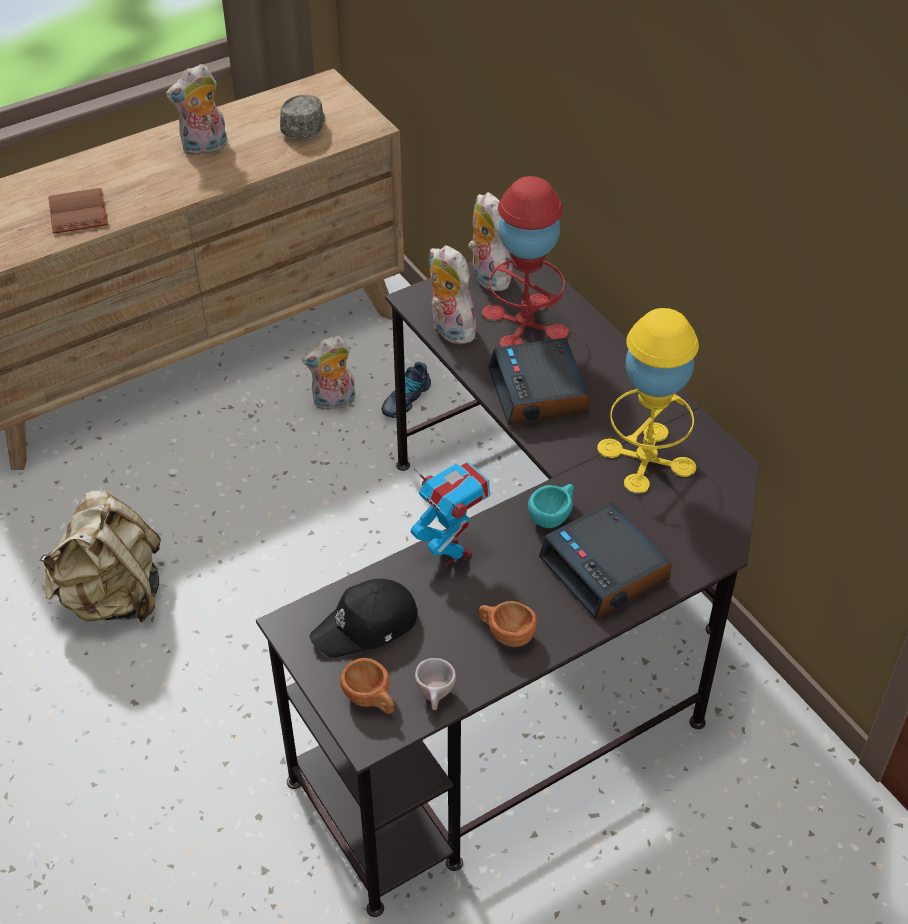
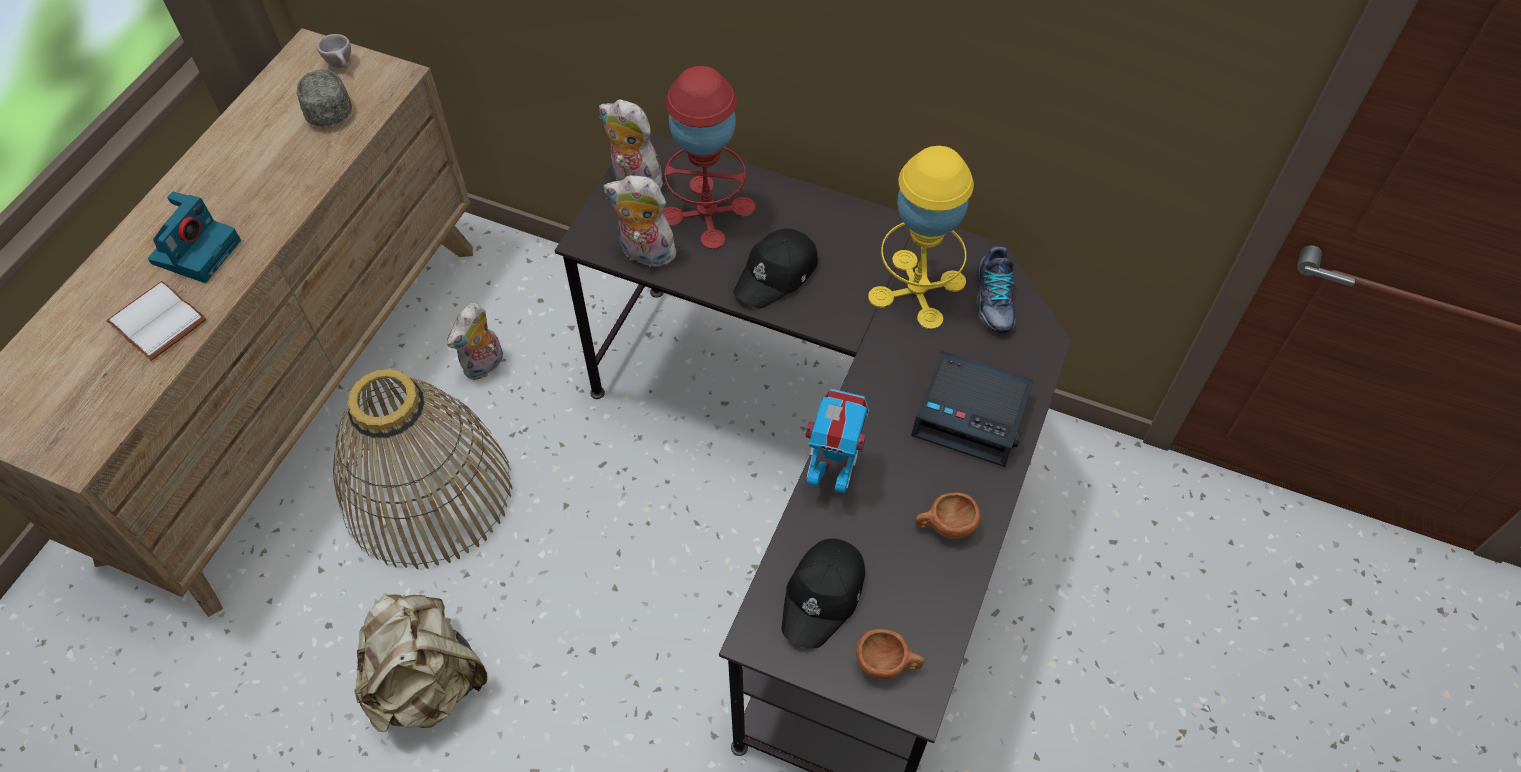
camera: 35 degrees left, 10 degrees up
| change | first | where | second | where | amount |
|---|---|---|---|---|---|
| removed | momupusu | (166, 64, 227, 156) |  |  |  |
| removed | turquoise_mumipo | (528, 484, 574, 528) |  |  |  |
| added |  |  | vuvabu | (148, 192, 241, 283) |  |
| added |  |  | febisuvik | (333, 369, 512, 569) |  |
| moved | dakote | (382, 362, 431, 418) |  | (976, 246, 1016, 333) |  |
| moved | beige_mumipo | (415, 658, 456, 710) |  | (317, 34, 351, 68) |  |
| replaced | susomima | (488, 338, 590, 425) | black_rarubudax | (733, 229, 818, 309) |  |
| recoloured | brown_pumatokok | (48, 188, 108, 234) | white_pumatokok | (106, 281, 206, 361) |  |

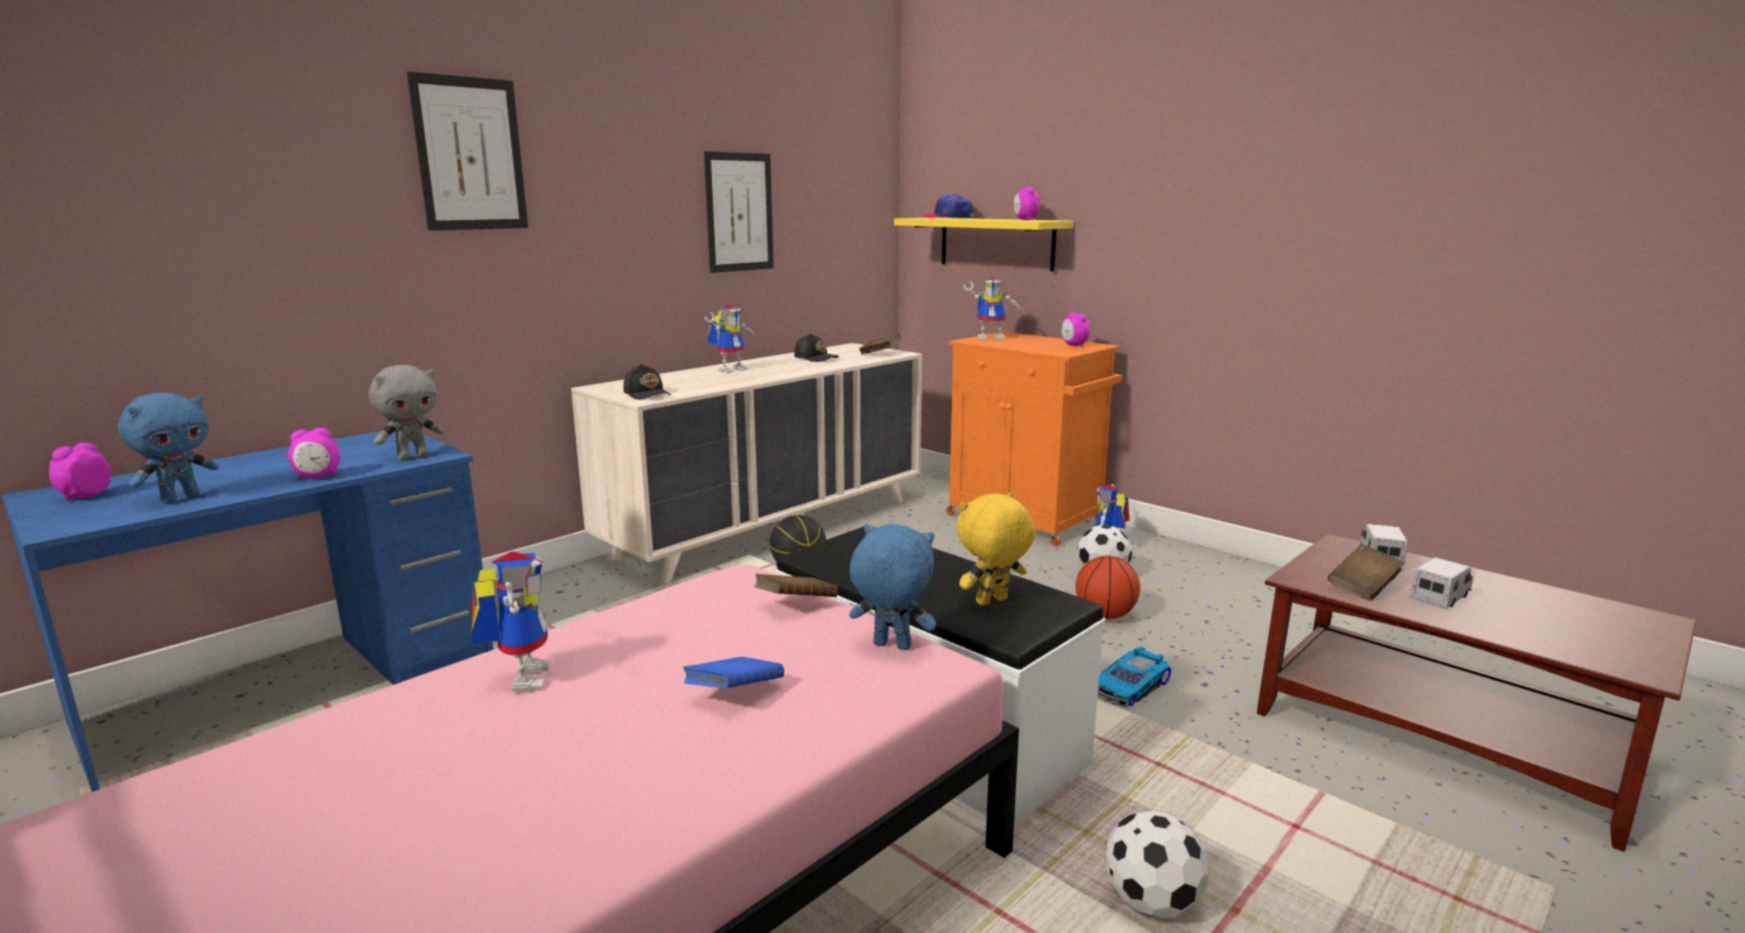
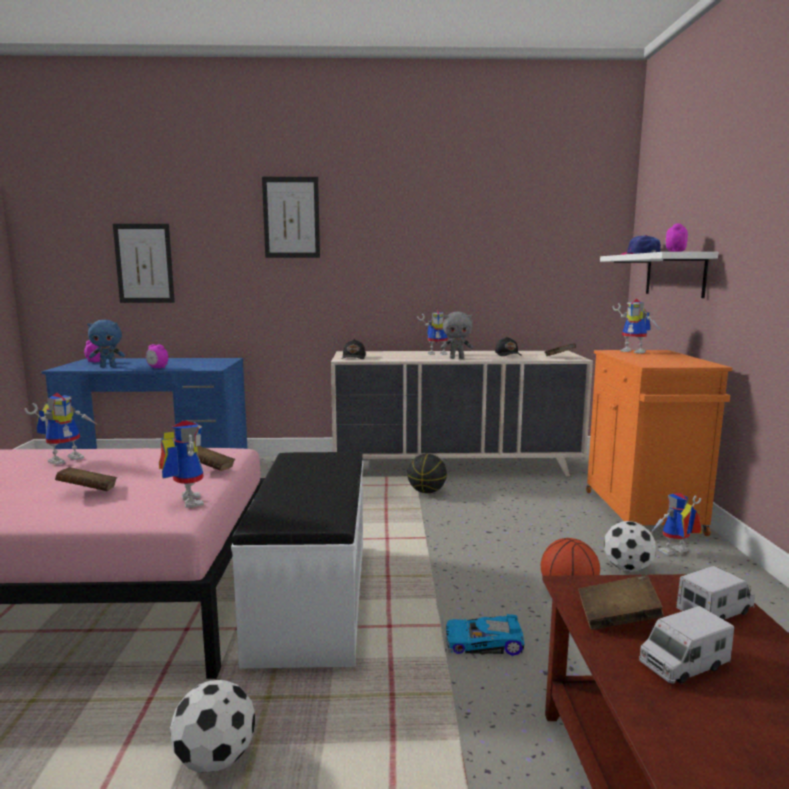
camera: 45 degrees right, 5 degrees down
| change | first | where | second | where | amount |
|---|---|---|---|---|---|
| removed | yellow_momupusu | (957, 493, 1036, 606) |  |  |  |
| removed | susomima | (1061, 312, 1090, 347) |  |  |  |
| moved | grey_momupusu | (369, 365, 445, 461) |  | (441, 312, 474, 359) |  |
| moved | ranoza | (704, 151, 774, 273) |  | (113, 224, 175, 303) |  |
| replaced | blue_momupusu | (849, 524, 936, 650) | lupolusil | (159, 420, 204, 508) |  |
| recoloured | blue_pumatokok | (683, 657, 784, 688) | brown_pumatokok | (55, 467, 117, 491) |  |
| recoloured | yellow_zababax | (894, 218, 1073, 272) | white_zababax | (600, 252, 719, 298) |  |
| turned | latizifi | (1410, 557, 1474, 609) |  | (639, 606, 734, 684) | 150 degrees clockwise |

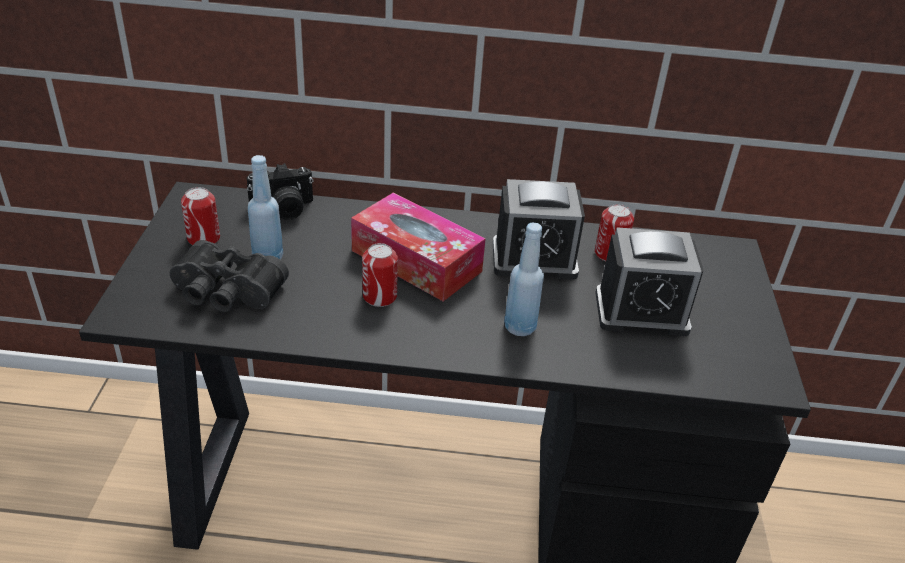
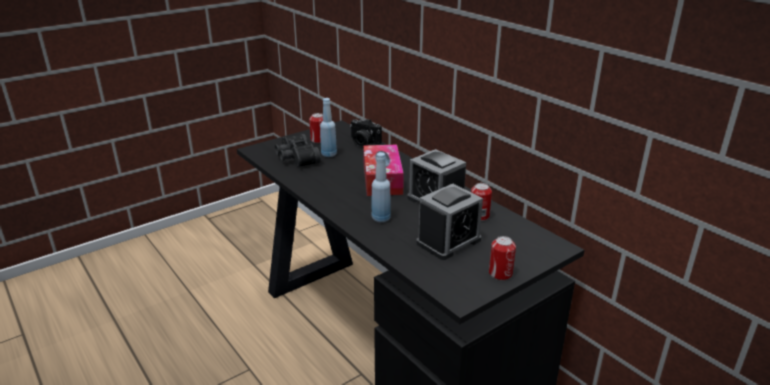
camera: 50 degrees right, 10 degrees down
| change | first | where | second | where | amount |
|---|---|---|---|---|---|
| moved | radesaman | (362, 243, 398, 307) |  | (489, 236, 516, 280) |  |
| turned | susomima | (595, 227, 704, 336) |  | (416, 184, 483, 260) | 90 degrees counterclockwise |

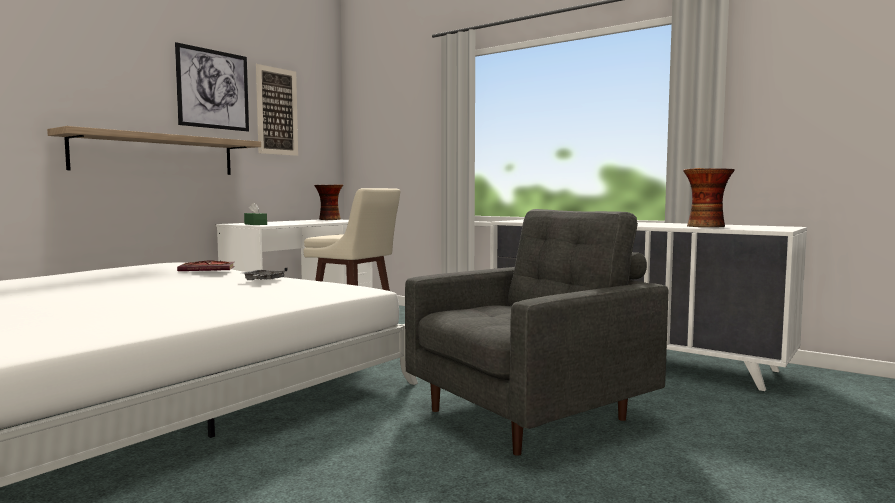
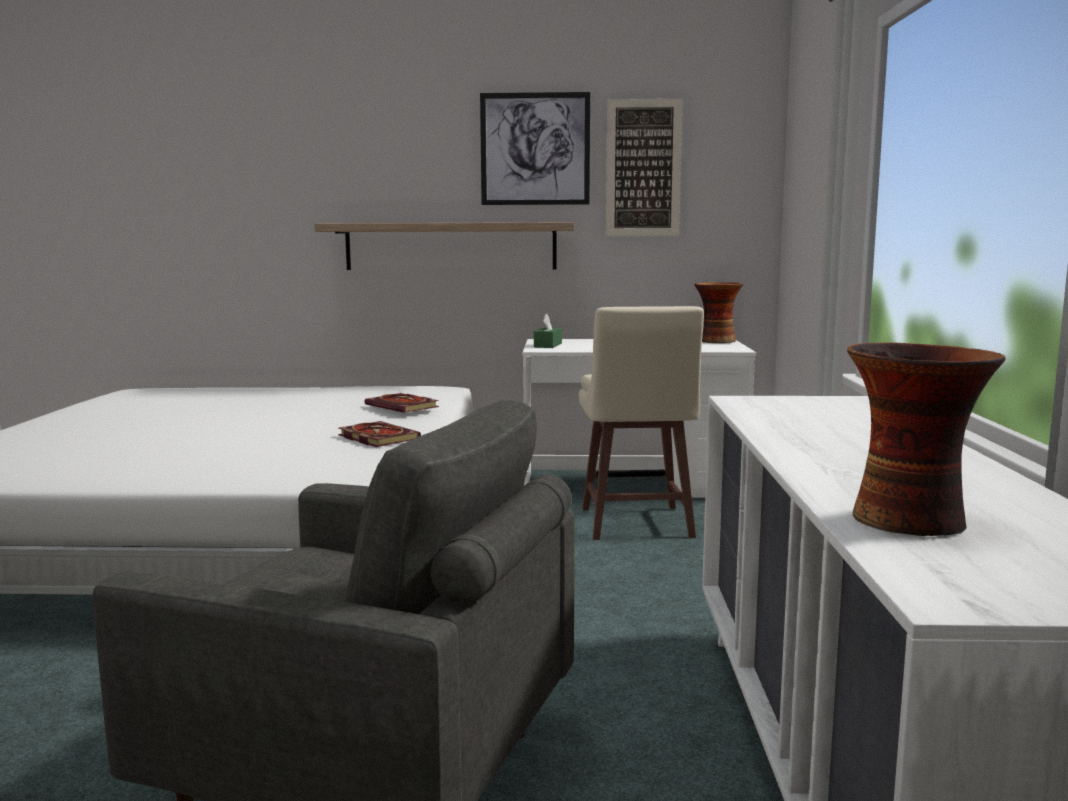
camera: 55 degrees right, 5 degrees up
| change | first | where | second | where | amount |
|---|---|---|---|---|---|
| replaced | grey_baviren | (243, 268, 287, 280) | pumatokok | (338, 421, 421, 447) |  |

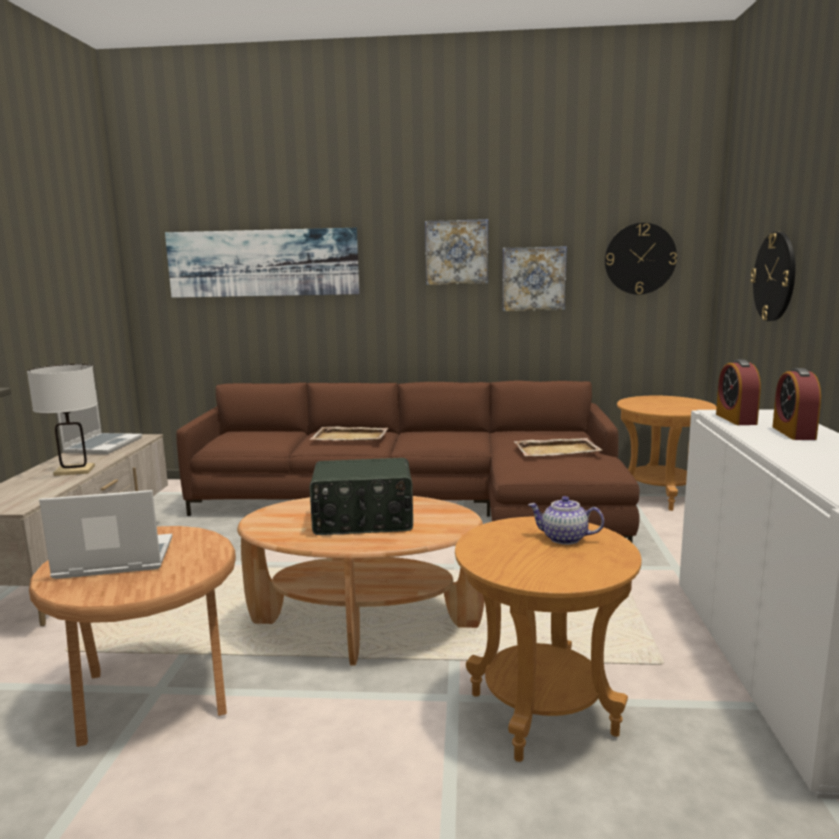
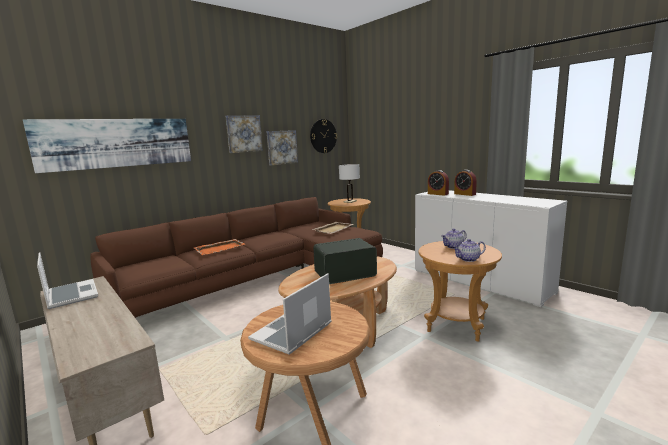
camera: 45 degrees left, 0 degrees up
| change | first | where | second | where | amount |
|---|---|---|---|---|---|
| removed | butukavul | (750, 232, 795, 321) |  |  |  |
| added |  |  | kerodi | (452, 239, 486, 262) |  |
| moved | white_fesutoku | (27, 364, 98, 476) |  | (339, 164, 360, 203) |  |
| recoloured | beige_baviren | (310, 426, 388, 441) | orange_baviren | (194, 239, 245, 255) |  |
| turned | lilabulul | (310, 458, 413, 535) |  | (313, 238, 377, 284) | 150 degrees counterclockwise |

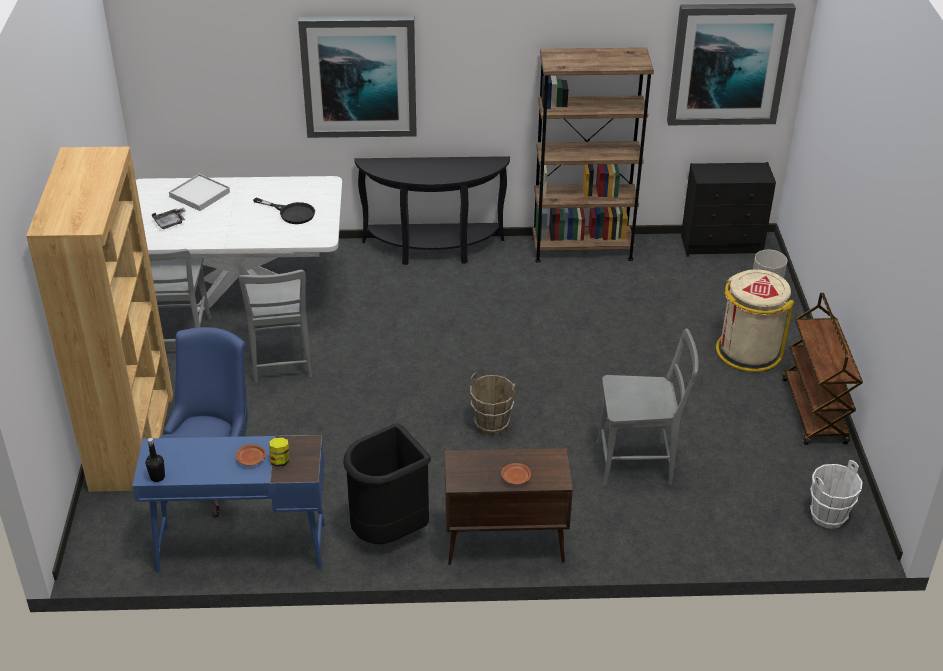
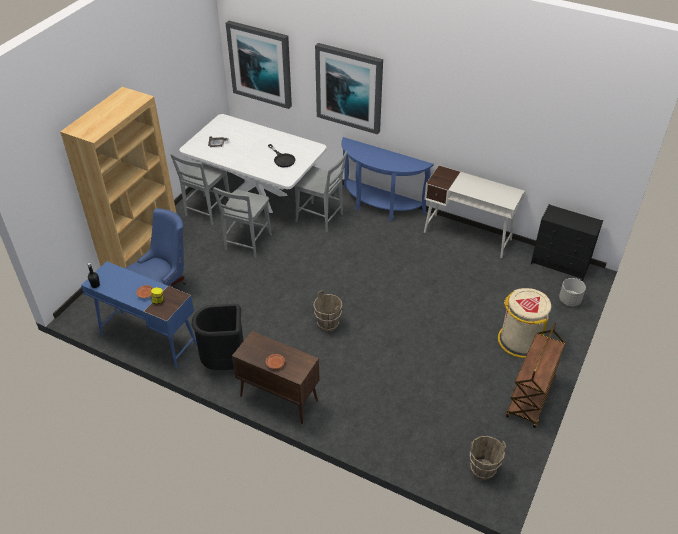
camera: 30 degrees right, 5 degrees up
| change | first | where | second | where | amount |
|---|---|---|---|---|---|
| removed | white_baviren | (169, 174, 230, 211) |  |  |  |
| moved | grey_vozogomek | (597, 329, 699, 486) |  | (294, 151, 347, 232) |  |
| moved | ranoza | (667, 4, 796, 125) |  | (226, 21, 292, 109) |  |
| replaced | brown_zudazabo | (532, 48, 654, 263) | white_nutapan | (424, 165, 525, 258) |  |
| recoloured | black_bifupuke | (354, 156, 510, 265) | blue_bifupuke | (342, 137, 433, 221) |  |
| recoloured | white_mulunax | (810, 460, 863, 529) | brown_mulunax | (470, 436, 506, 480) |  |

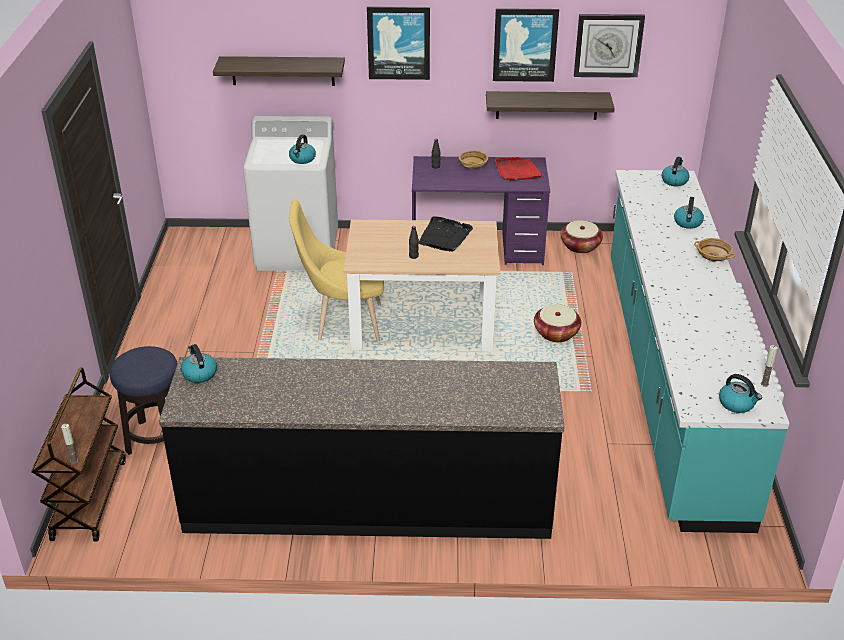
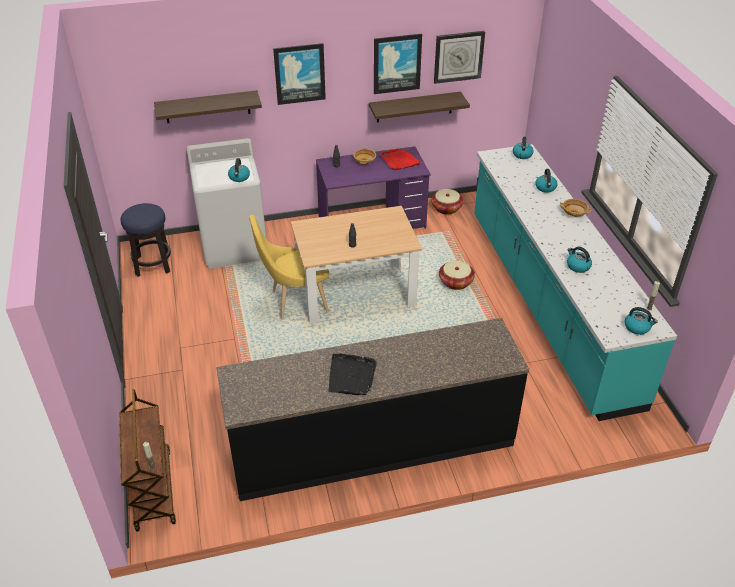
camera: 15 degrees left, 5 degrees up
| change | first | where | second | where | amount |
|---|---|---|---|---|---|
| moved | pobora | (110, 346, 178, 455) |  | (121, 203, 171, 277) |  |
| moved | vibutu | (181, 344, 217, 383) |  | (567, 247, 592, 273) |  |
| moved | black_baviren | (419, 216, 473, 252) |  | (329, 354, 377, 395) |  |

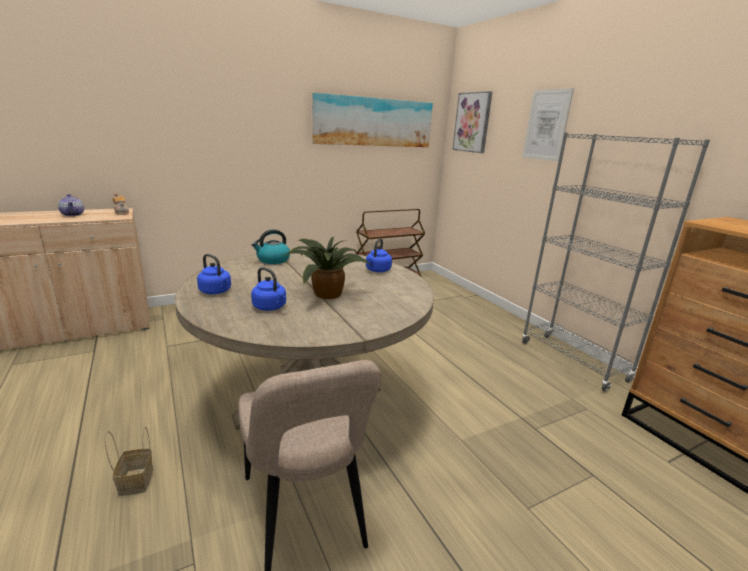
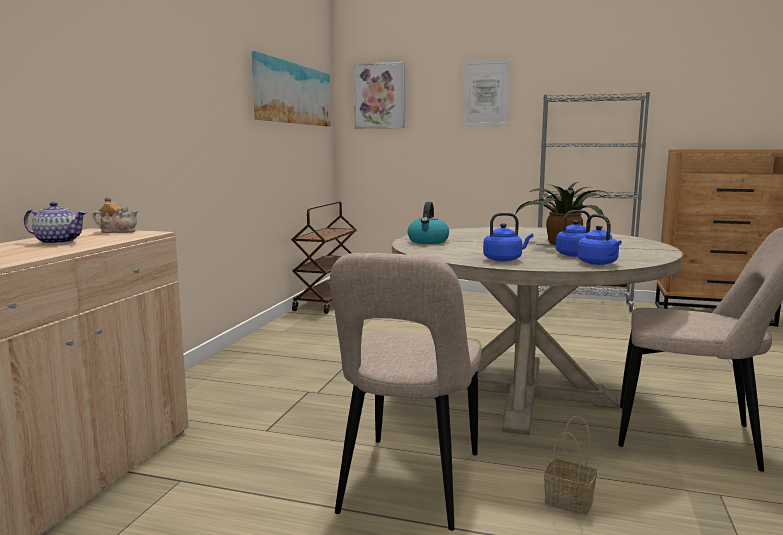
camera: 45 degrees left, 10 degrees down
| change | first | where | second | where | amount |
|---|---|---|---|---|---|
| added |  |  | beige_vozogomek | (330, 253, 482, 531) |  |
| moved | blue_vibutu | (366, 238, 392, 272) |  | (577, 214, 622, 265) |  |

